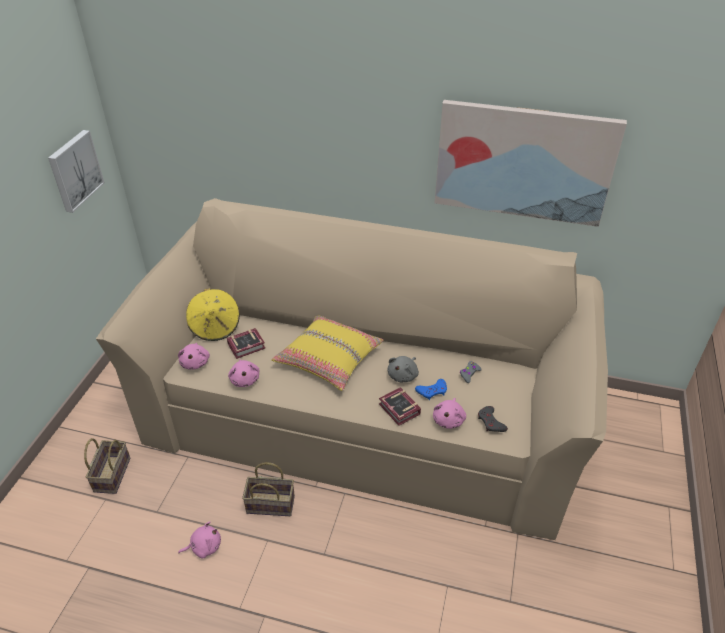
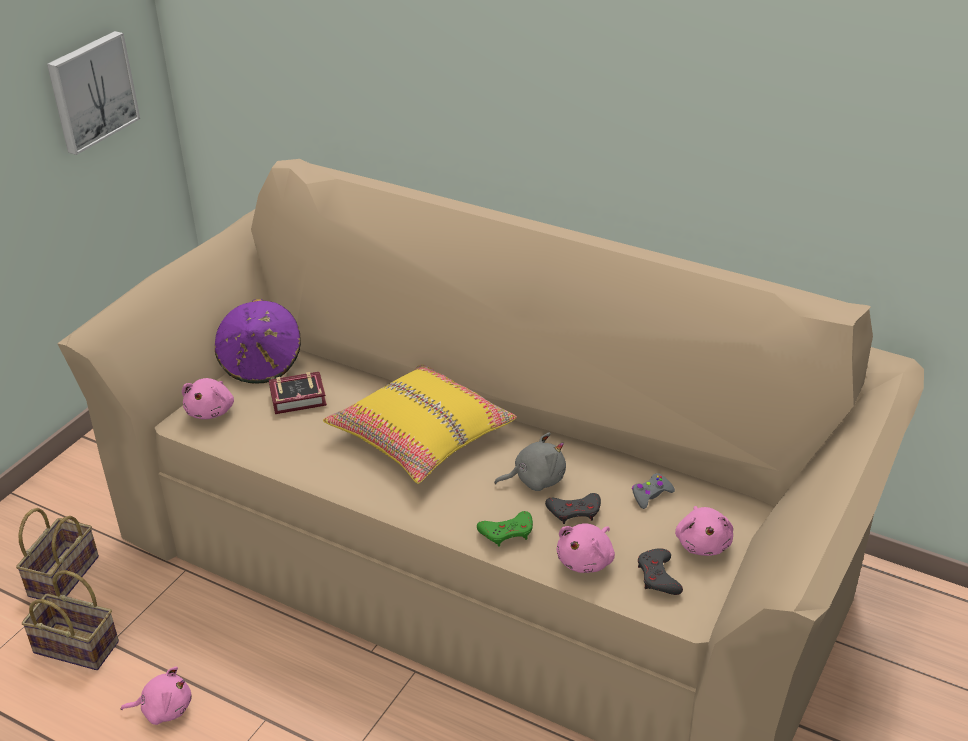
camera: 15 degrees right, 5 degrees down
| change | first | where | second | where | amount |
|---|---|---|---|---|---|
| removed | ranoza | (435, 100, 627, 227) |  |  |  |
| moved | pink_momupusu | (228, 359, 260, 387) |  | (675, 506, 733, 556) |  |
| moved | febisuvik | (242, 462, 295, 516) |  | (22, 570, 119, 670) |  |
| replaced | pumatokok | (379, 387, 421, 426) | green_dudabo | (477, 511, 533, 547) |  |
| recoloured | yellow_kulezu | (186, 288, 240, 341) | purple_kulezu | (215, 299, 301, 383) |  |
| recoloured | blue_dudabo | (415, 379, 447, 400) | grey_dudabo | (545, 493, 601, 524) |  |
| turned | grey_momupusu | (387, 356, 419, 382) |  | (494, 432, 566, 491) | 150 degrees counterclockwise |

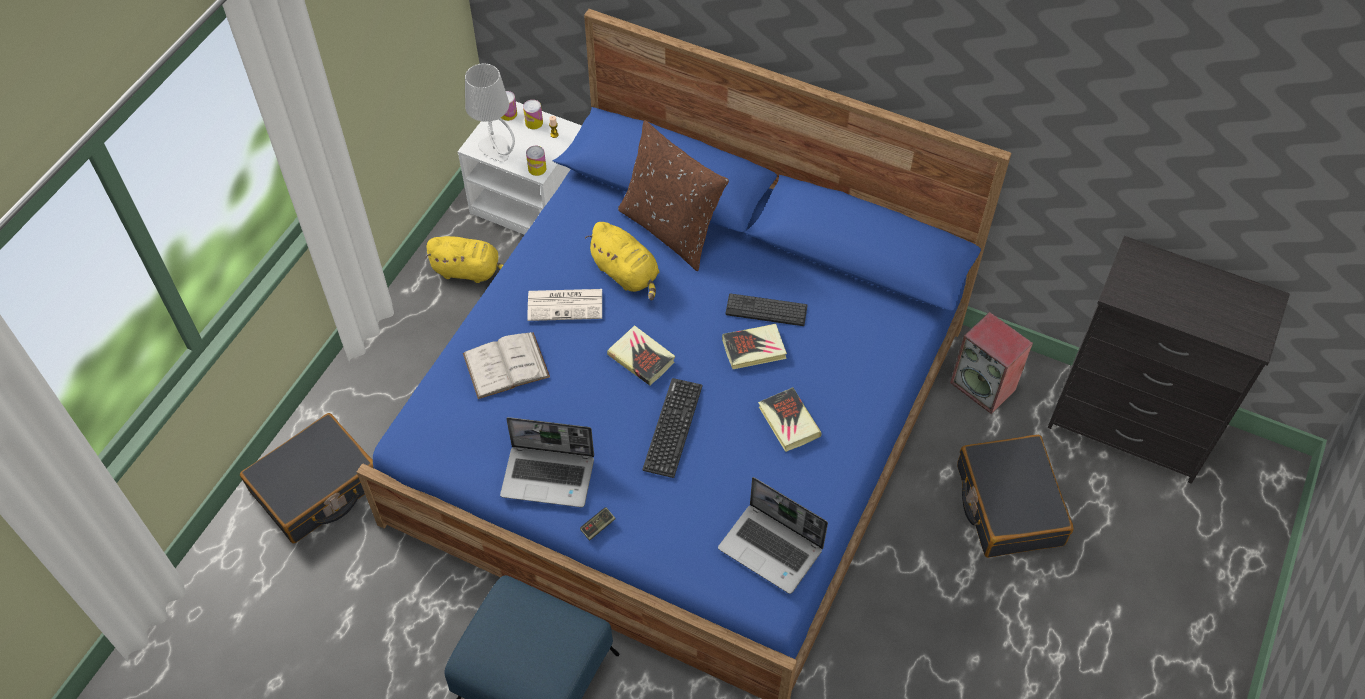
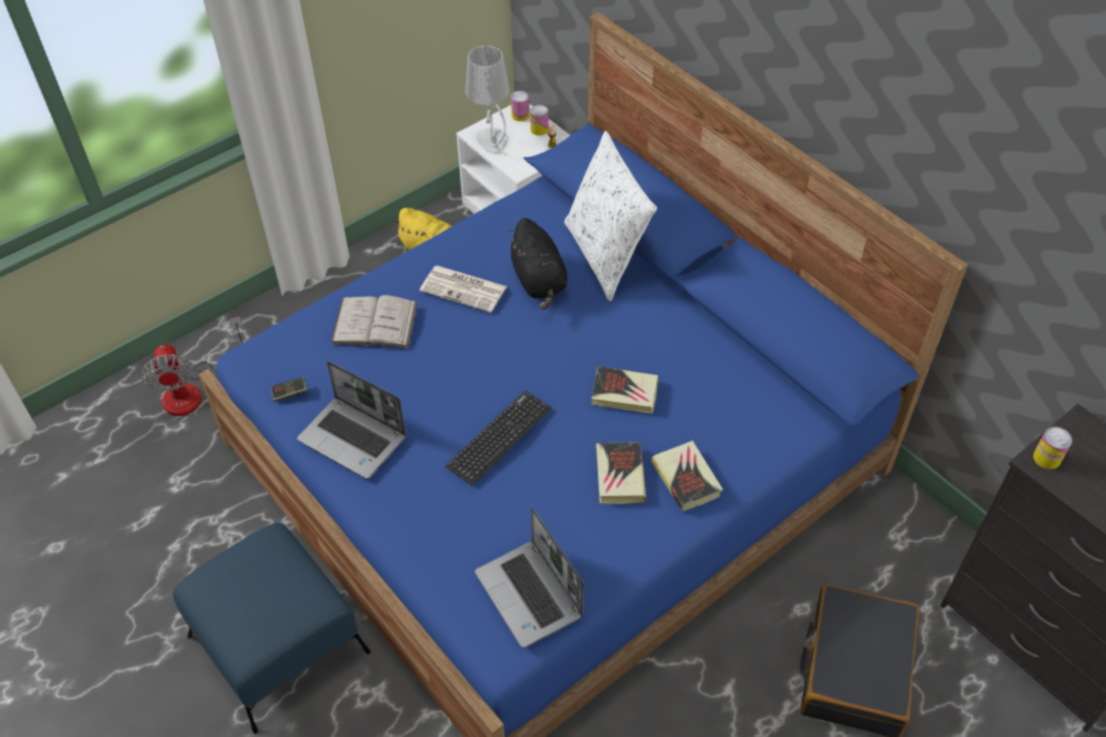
camera: 25 degrees right, 5 degrees down
| change | first | where | second | where | amount |
|---|---|---|---|---|---|
| removed | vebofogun | (726, 293, 807, 326) |  |  |  |
| removed | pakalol | (950, 312, 1033, 414) |  |  |  |
| moved | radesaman | (526, 146, 547, 176) |  | (1033, 427, 1072, 469) |  |
| moved | dudabo | (580, 507, 616, 541) |  | (271, 377, 308, 402) |  |
| moved | pumatokok | (607, 325, 675, 386) |  | (651, 440, 723, 512) |  |
| replaced | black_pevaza | (240, 413, 374, 543) | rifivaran | (141, 317, 243, 416) |  |
| recoloured | yellow_momupusu | (585, 222, 659, 301) | black_momupusu | (507, 218, 568, 310) |  |
| recoloured | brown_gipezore | (618, 120, 729, 271) | white_gipezore | (564, 131, 657, 301) |  |

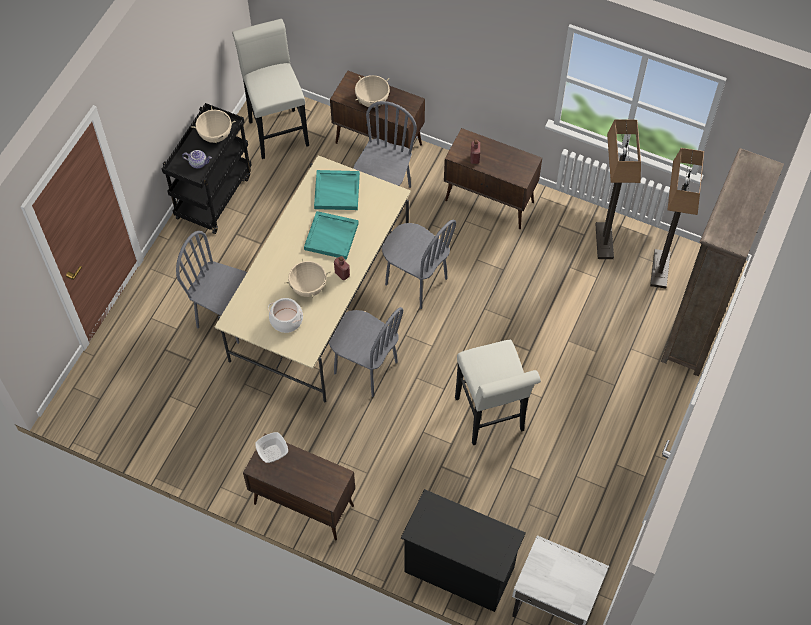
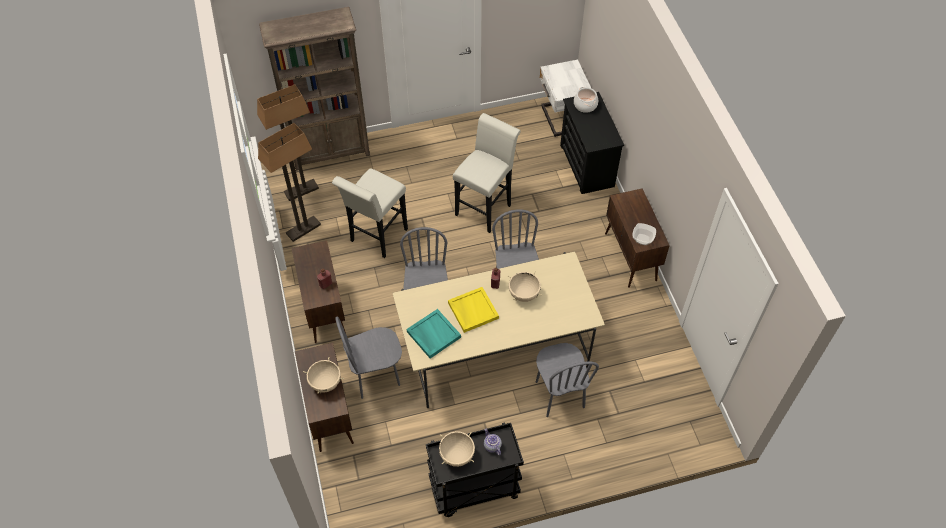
camera: 130 degrees left, 5 degrees down
| change | first | where | second | where | amount |
|---|---|---|---|---|---|
| moved | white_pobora | (232, 19, 309, 159) |  | (332, 168, 408, 258) |  |
| moved | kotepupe | (268, 298, 303, 333) |  | (574, 87, 598, 113) |  |
| recoloured | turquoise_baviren | (304, 211, 359, 260) | yellow_baviren | (448, 287, 499, 333) |  |

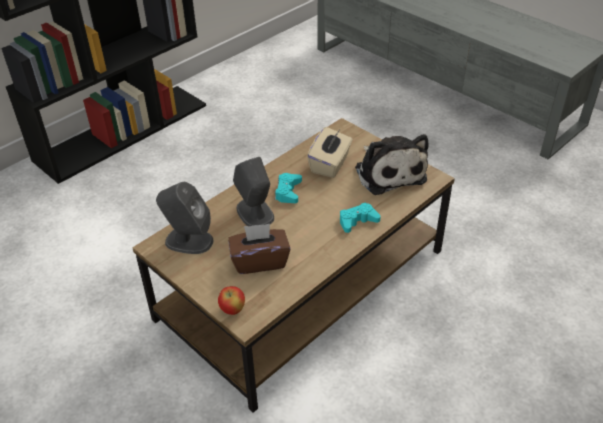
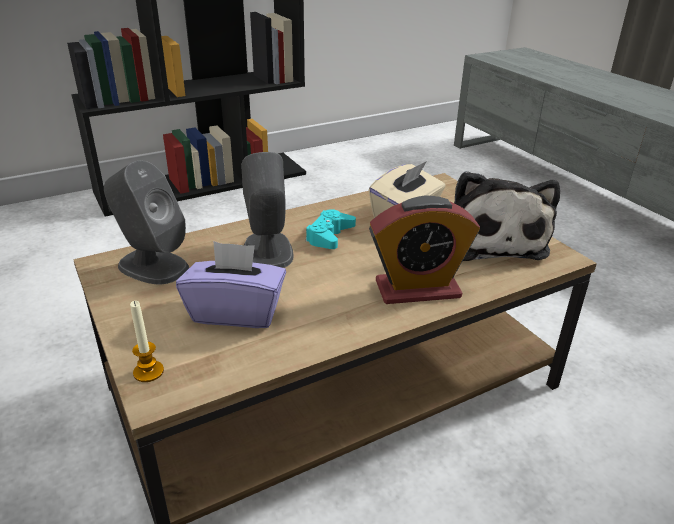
camera: 15 degrees right, 10 degrees down
| change | first | where | second | where | amount |
|---|---|---|---|---|---|
| replaced | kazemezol | (218, 286, 245, 315) | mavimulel | (130, 301, 164, 382) |  |
| replaced | turquoise_dudabo | (340, 203, 381, 233) | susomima | (369, 195, 480, 304) |  |
| recoloured | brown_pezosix | (228, 224, 291, 274) | purple_pezosix | (176, 242, 286, 328) |  |

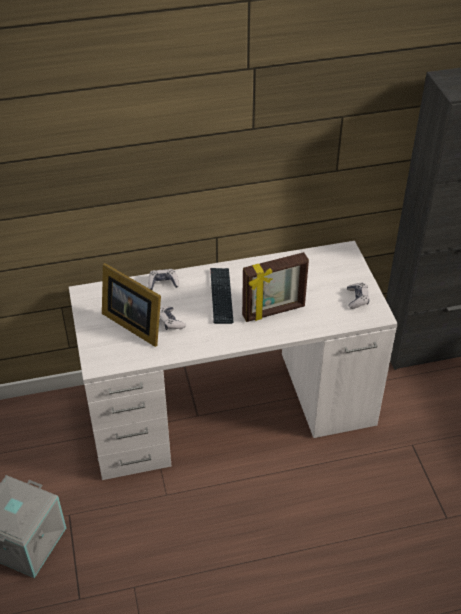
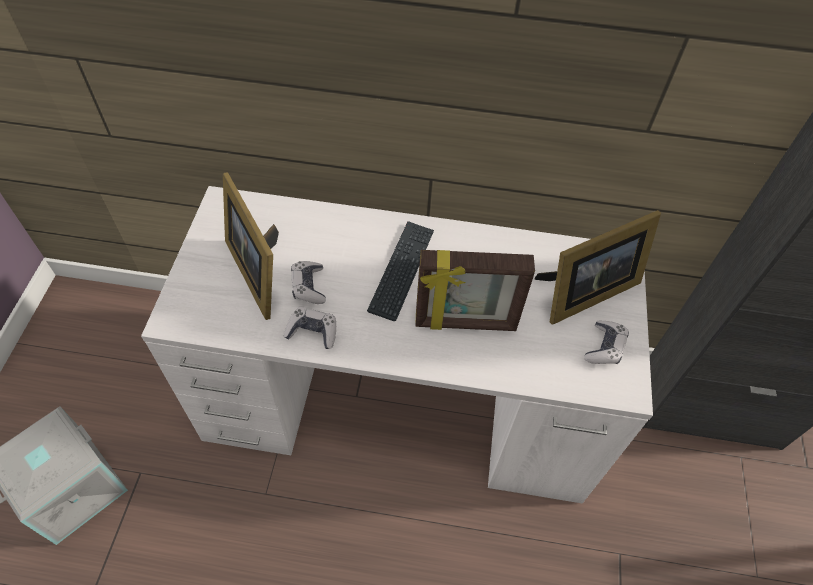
camera: 20 degrees right, 10 degrees up
| change | first | where | second | where | amount |
|---|---|---|---|---|---|
| added |  |  | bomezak | (535, 210, 661, 325) |  |
| moved | dudabo | (148, 269, 179, 290) |  | (284, 307, 336, 349) |  |

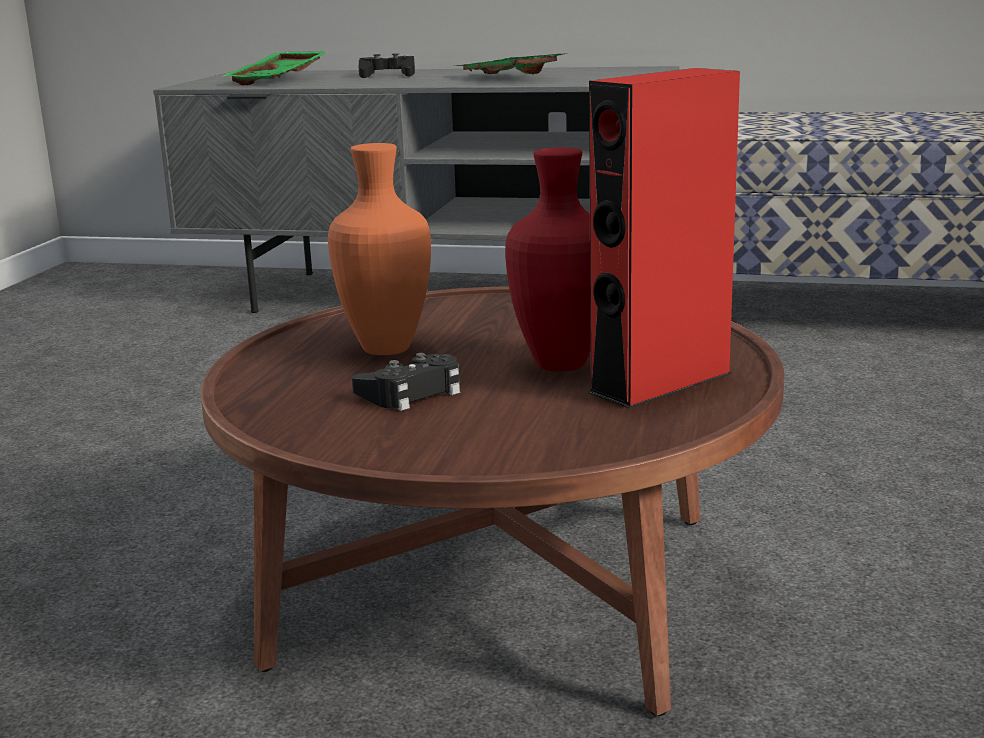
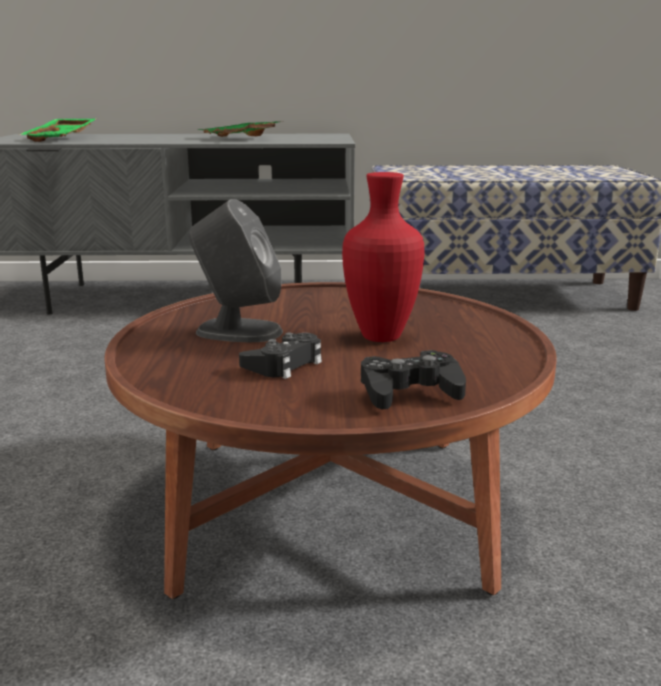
camera: 15 degrees left, 0 degrees up
| change | first | where | second | where | amount |
|---|---|---|---|---|---|
| removed | red_pakalol | (588, 68, 740, 409) |  |  |  |
| moved | black_dudabo | (359, 53, 415, 78) |  | (361, 350, 466, 410) |  |
| replaced | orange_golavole | (328, 143, 431, 355) | grey_pakalol | (189, 199, 283, 342) |  |

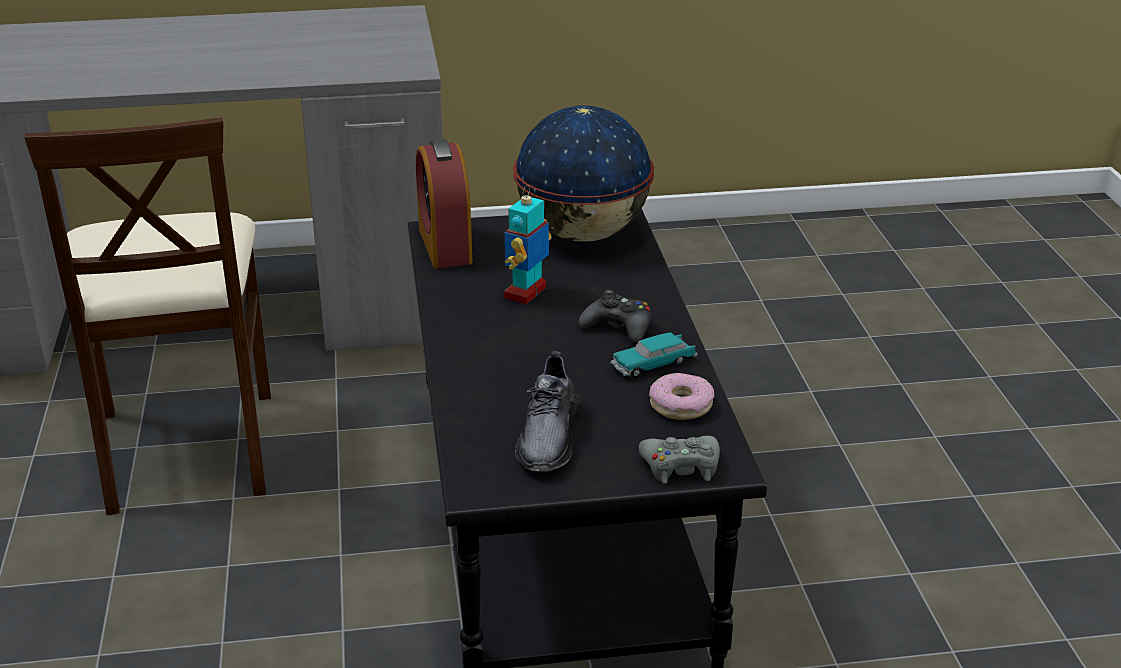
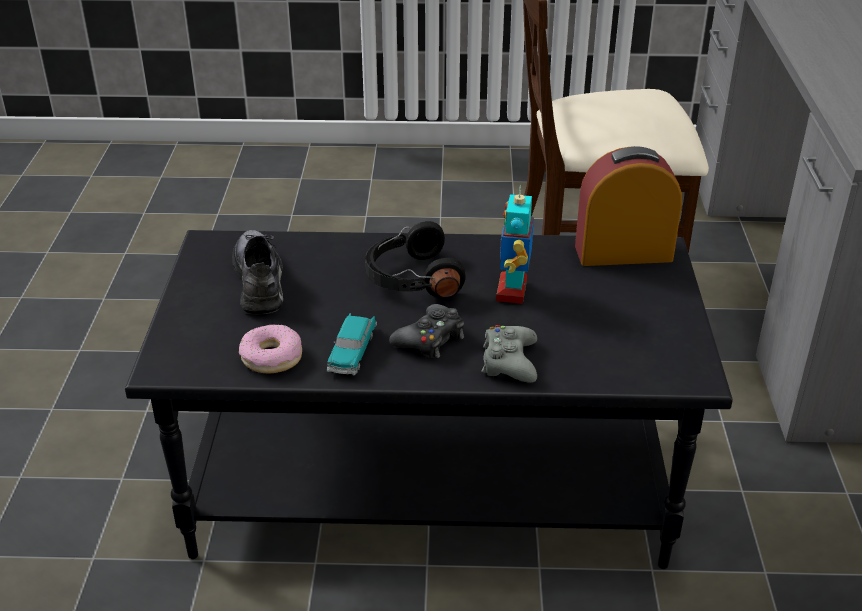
camera: 100 degrees right, 5 degrees up
| change | first | where | second | where | amount |
|---|---|---|---|---|---|
| removed | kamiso | (513, 105, 654, 242) |  |  |  |
| added |  |  | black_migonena | (365, 221, 466, 298) |  |
| moved | grey_dudabo | (639, 436, 720, 483) |  | (482, 325, 537, 383) |  |
| turned | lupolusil | (504, 185, 552, 304) |  | (496, 184, 534, 304) | 120 degrees counterclockwise |
| turned | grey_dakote | (515, 351, 580, 472) |  | (232, 230, 283, 314) | 60 degrees clockwise |
| turned | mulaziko | (610, 333, 698, 378) |  | (327, 313, 377, 375) | 150 degrees counterclockwise |

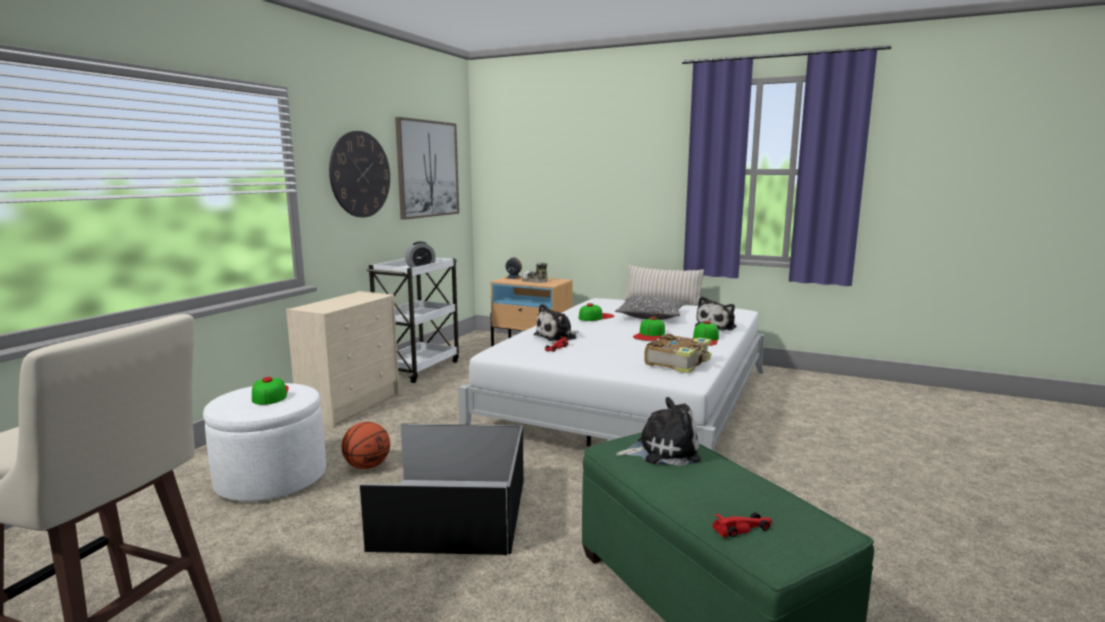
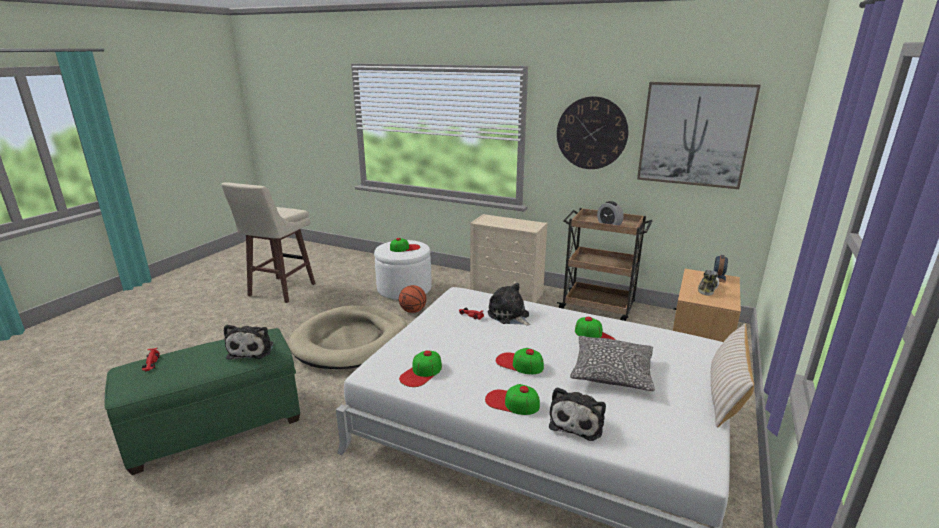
camera: 90 degrees right, 10 degrees up
| change | first | where | second | where | amount |
|---|---|---|---|---|---|
| replaced | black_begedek | (360, 424, 524, 555) | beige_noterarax | (288, 305, 407, 369) |  |
| replaced | pumatokok | (644, 334, 712, 374) | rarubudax | (399, 350, 442, 387) |  |
| recoloured | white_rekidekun | (366, 258, 459, 383) | brown_rekidekun | (557, 208, 652, 321) |  |
| turned | momupusu | (695, 296, 737, 331) |  | (549, 387, 606, 441) | 105 degrees counterclockwise |

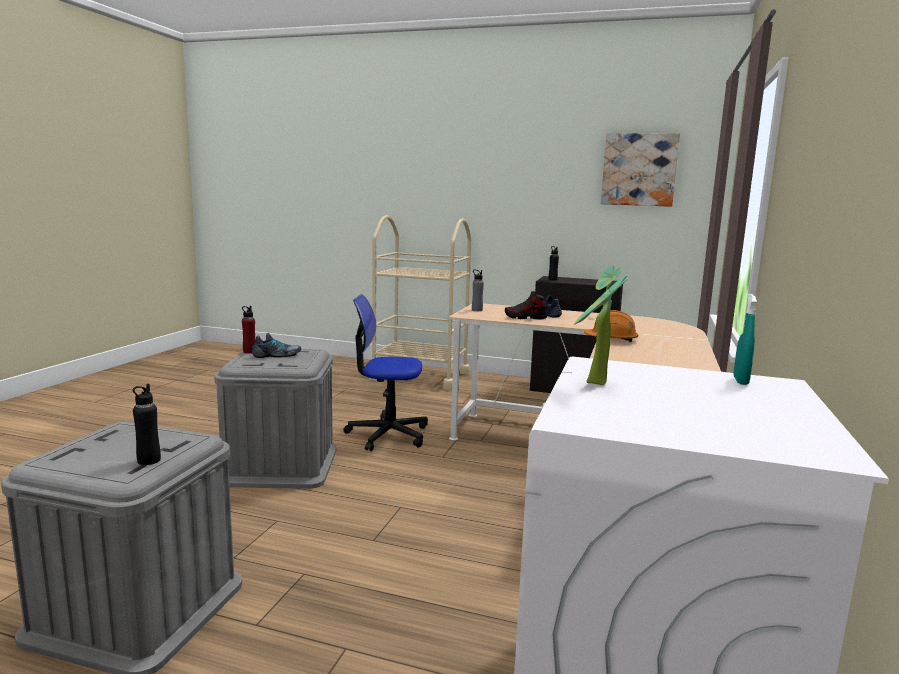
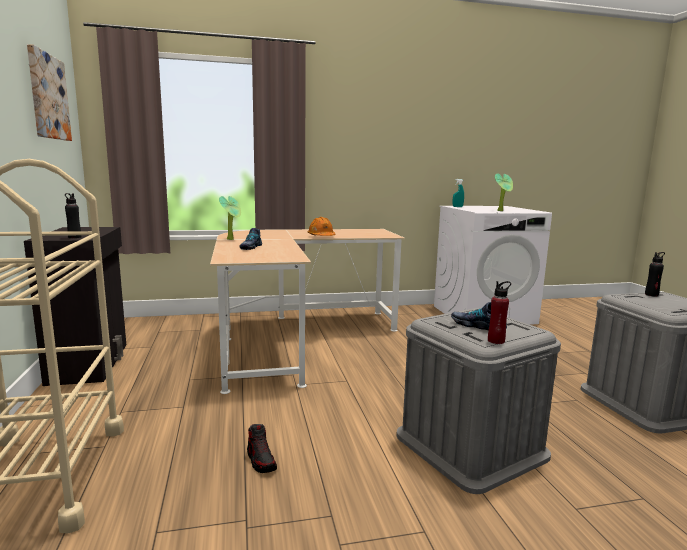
camera: 120 degrees left, 0 degrees up
| change | first | where | second | where | amount |
|---|---|---|---|---|---|
| removed | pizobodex | (343, 294, 428, 451) |  |  |  |
| removed | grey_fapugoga | (472, 270, 484, 311) |  |  |  |
| moved | dakote | (505, 291, 548, 319) |  | (247, 424, 277, 473) |  |

